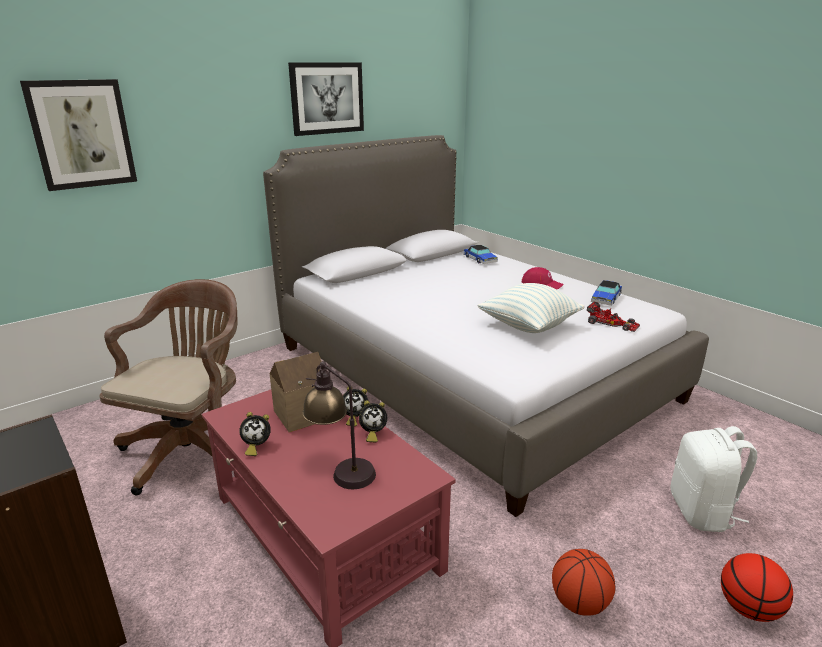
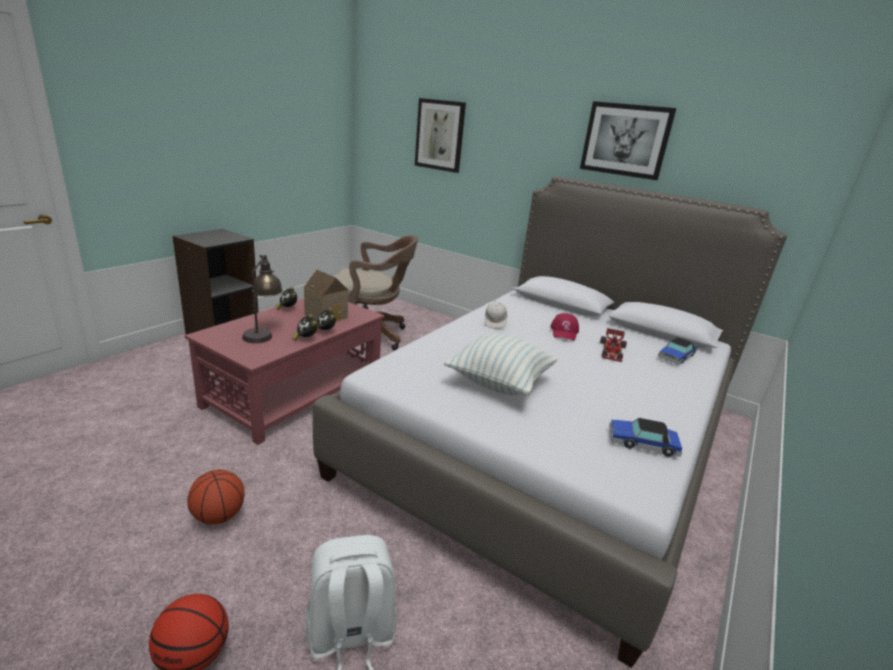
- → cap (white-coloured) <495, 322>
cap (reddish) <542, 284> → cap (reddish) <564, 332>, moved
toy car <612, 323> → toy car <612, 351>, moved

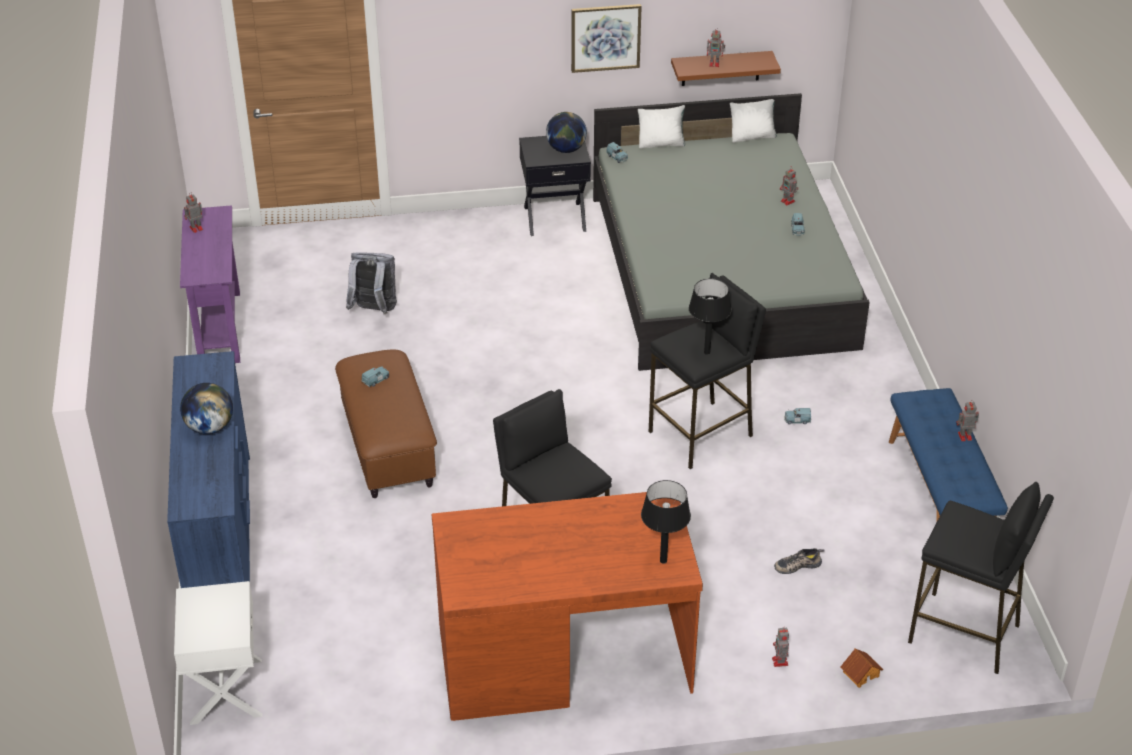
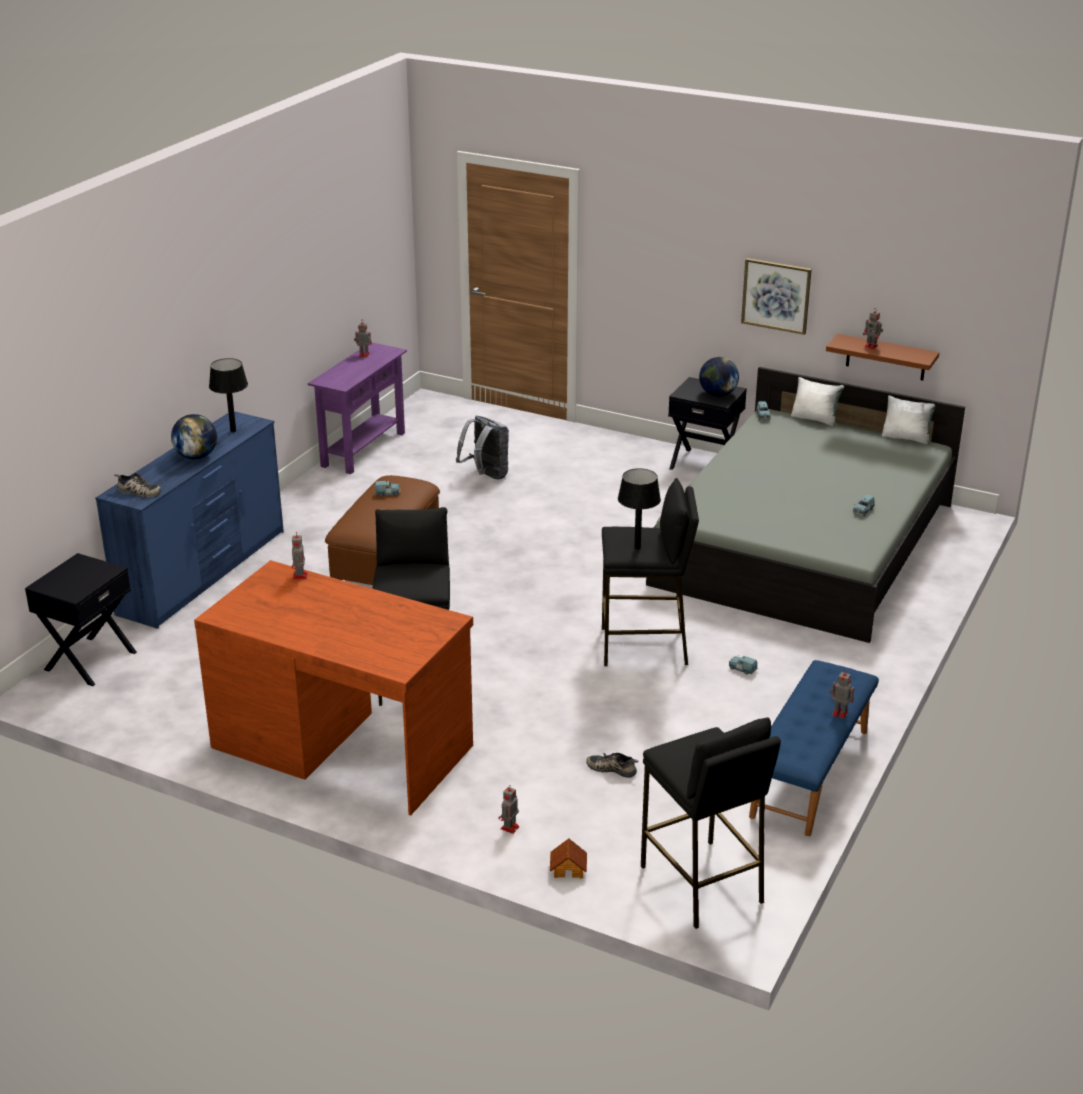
nightstand (white-coloured) <225, 691> → nightstand (black-coloured) <89, 660>
- → low shoe <138, 492>
table lamp (black-coloured) <663, 560> → table lamp (black-coloured) <233, 431>, moved
model robot <788, 201> → model robot <300, 576>, moved

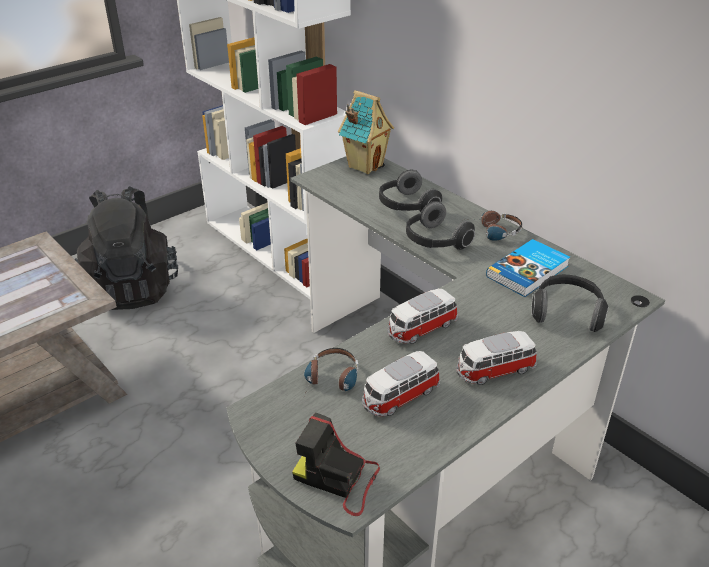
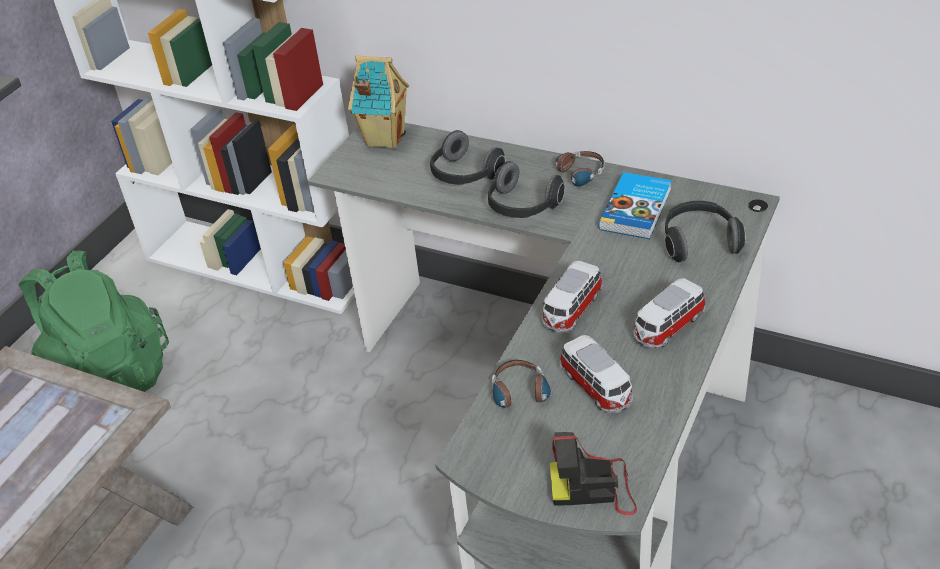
knapsack (black-coloured) <133, 287> → knapsack (greenish) <107, 376>
toy car <399, 397> → toy car <597, 387>, 60 degrees counterclockwise

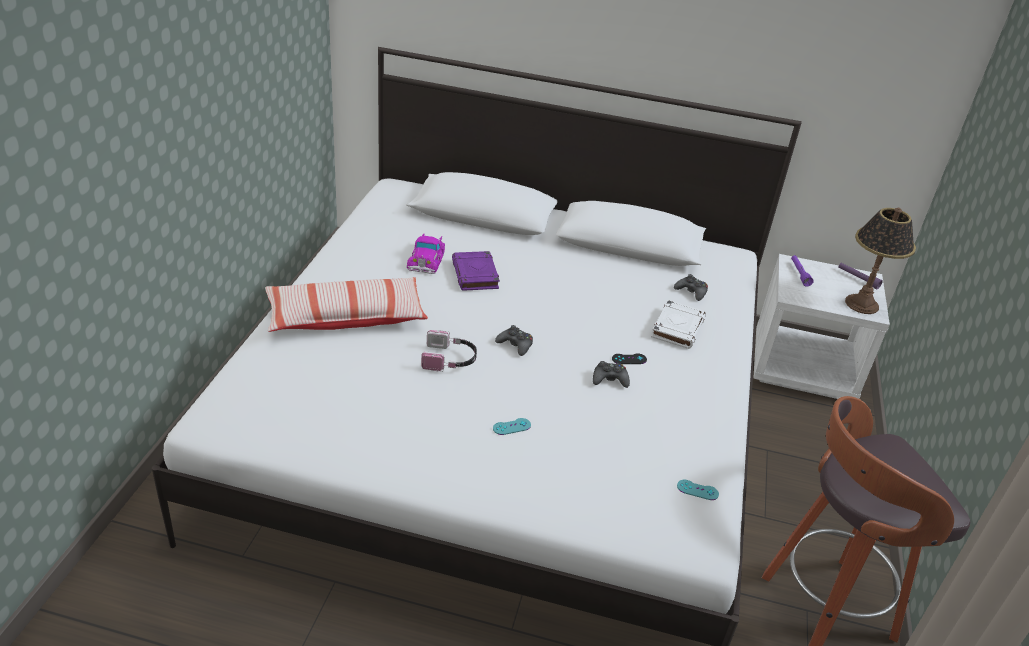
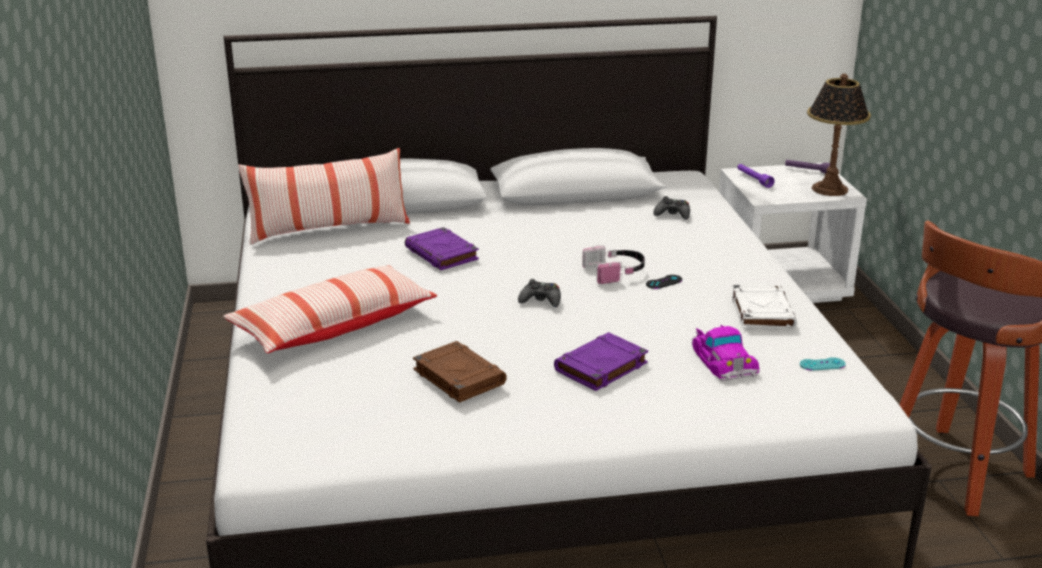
- → cushion <328, 229>
- → volume (brown) <458, 376>
game controller (turquoise-coloured) <512, 426> → volume (purple) <600, 367>
pair of headphones <449, 359> → pair of headphones <616, 272>, moved
toy car <426, 258> → toy car <723, 359>, moved
volume (white-coloured) <677, 328> → volume (white-coloured) <761, 312>, moved
game controller (black-coloured) <610, 379> → -

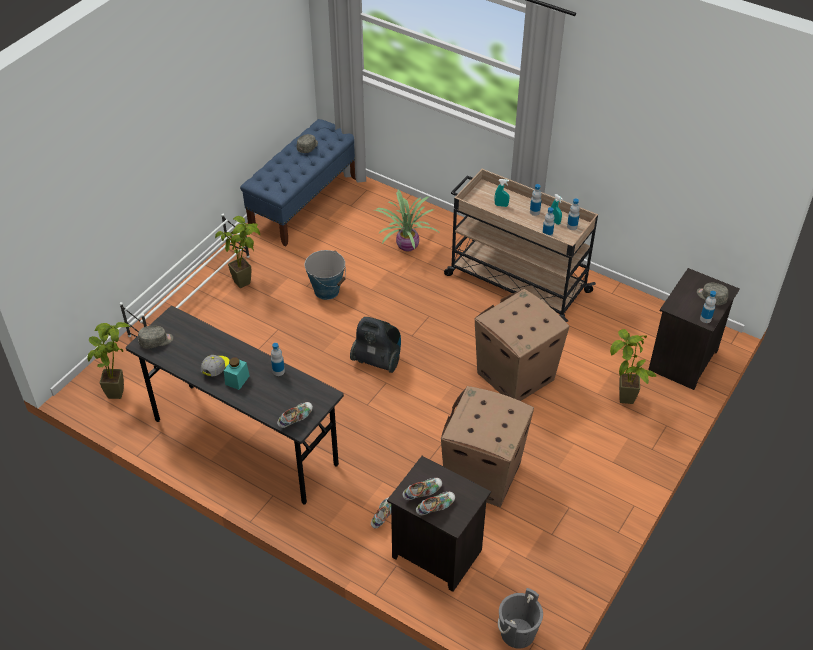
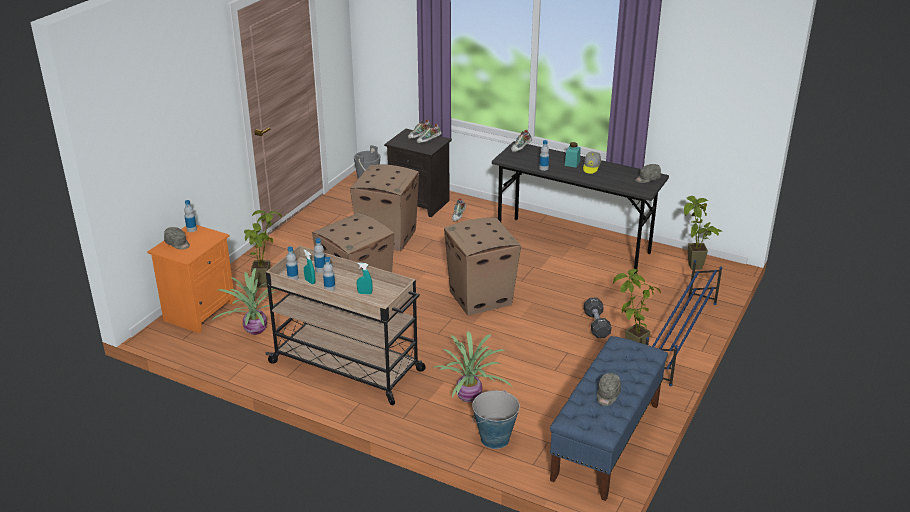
nightstand (black-coloured) <684, 361> → nightstand (orange-coloured) <199, 311>
- → potted plant <254, 330>
vacuum <377, 360> → packing box <480, 298>
pail <327, 290> → pail <494, 439>, moved
- → free weight (black-coloured) <596, 325>
shoe shelf (white-coloured) <191, 294> → shoe shelf (blue-coloured) <680, 339>

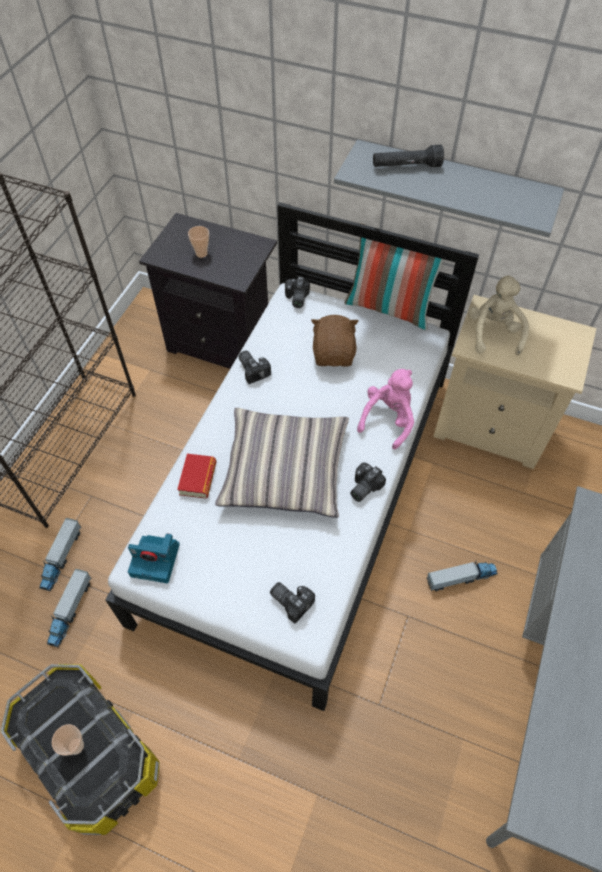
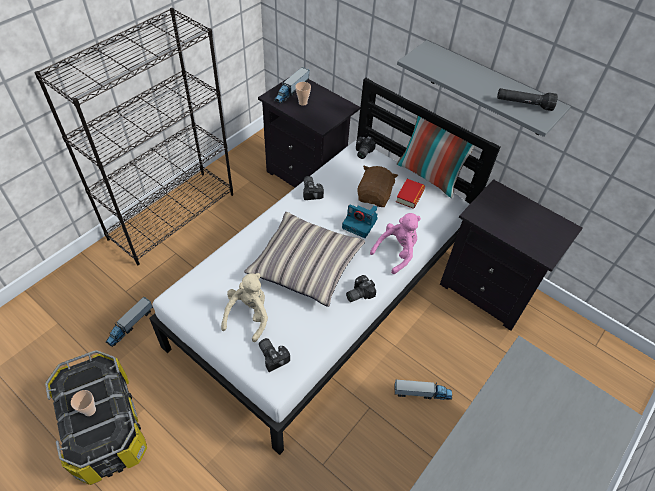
cuddly toy (sand-coloured) <493, 333> → cuddly toy (sand-coloured) <248, 315>, moved
toy lorry <61, 558> → toy lorry <291, 91>, moved
still camera <156, 559> → still camera <360, 224>, moved
volume <198, 478> → volume <410, 196>, moved
nightstand (sand-coloured) <491, 426> → nightstand (black-coloured) <488, 290>
hand torch (black-coloured) <406, 166> → hand torch (black-coloured) <523, 104>, moved

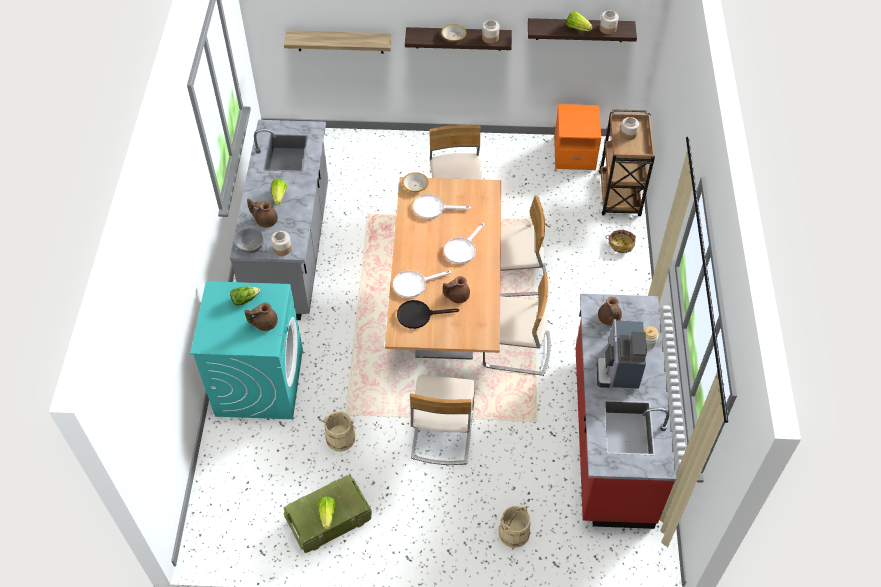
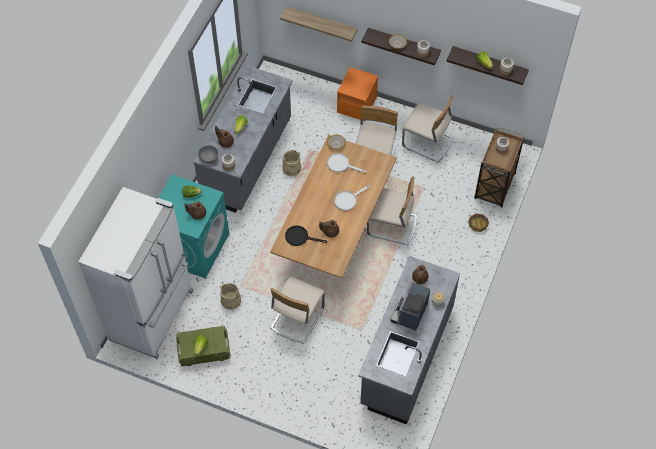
- → kitchen fridge (white-coloured) <153, 315>
pail (sand-coloured) <514, 533> → pail (sand-coloured) <291, 168>, moved
nightstand (orange-coloured) <574, 154> → nightstand (orange-coloured) <357, 105>, moved
counter (reddish) <610, 437> → counter (greyish) <406, 356>
upright chair (sand-coloured) <516, 350> → upright chair (sand-coloured) <427, 142>, moved
skillet (white-coloured) <414, 284> → -

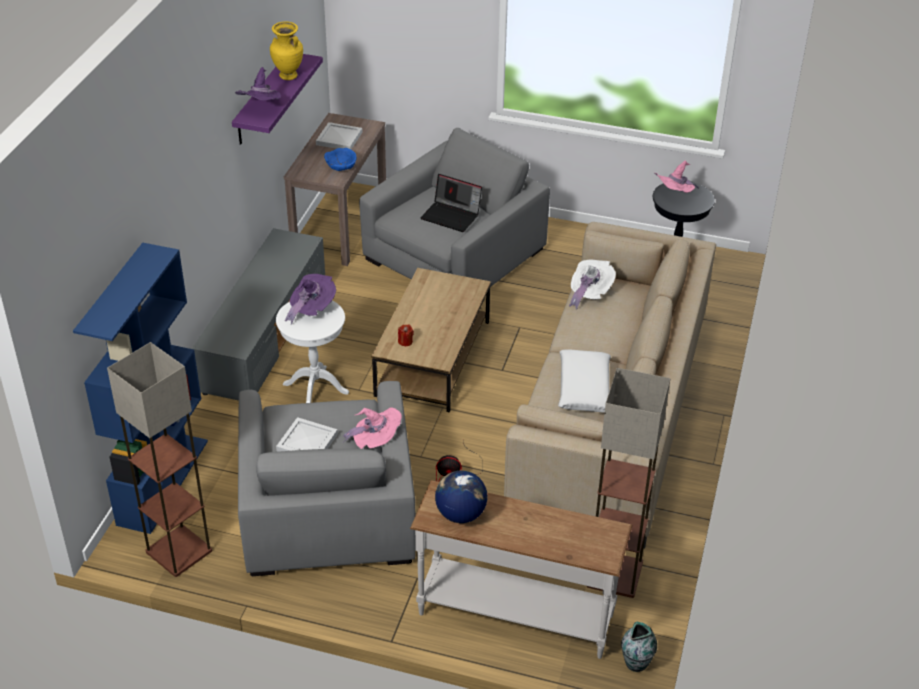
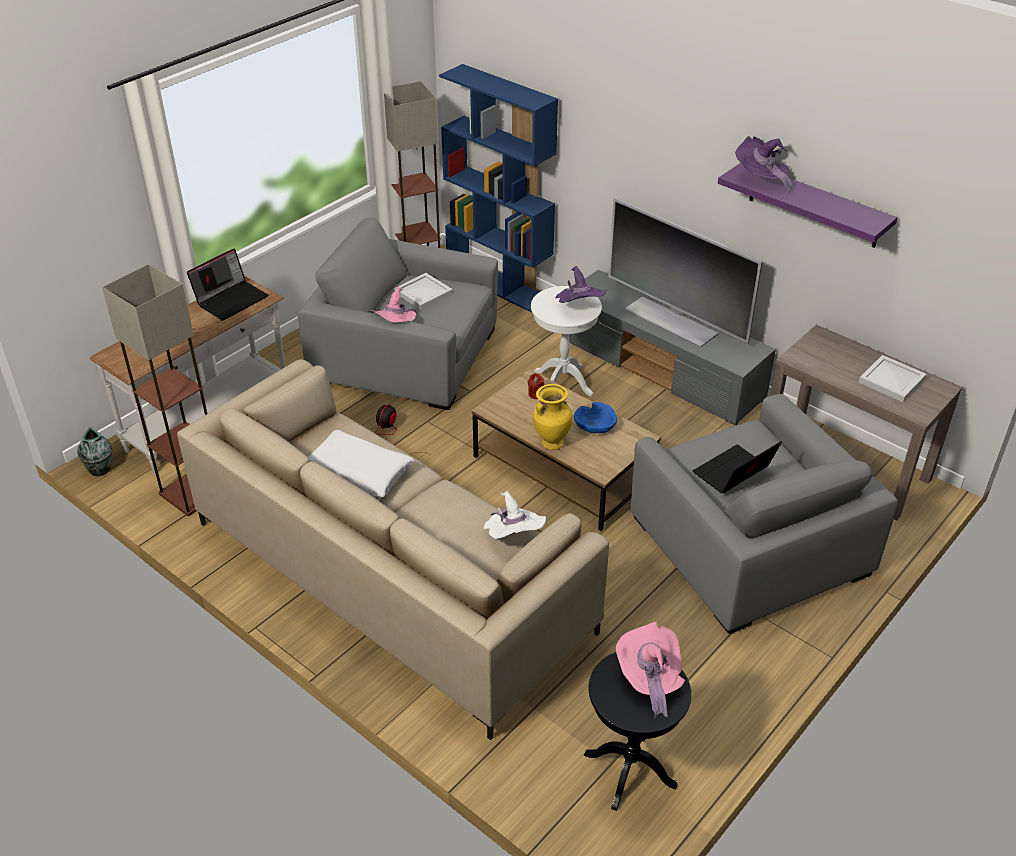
globe <460, 514> → notebook computer <231, 299>
decorative vase (yellow) <288, 76> → decorative vase (yellow) <551, 443>, moved
bowl (blue-coloured) <341, 166> → bowl (blue-coloured) <595, 426>, moved
- → TV set <671, 320>

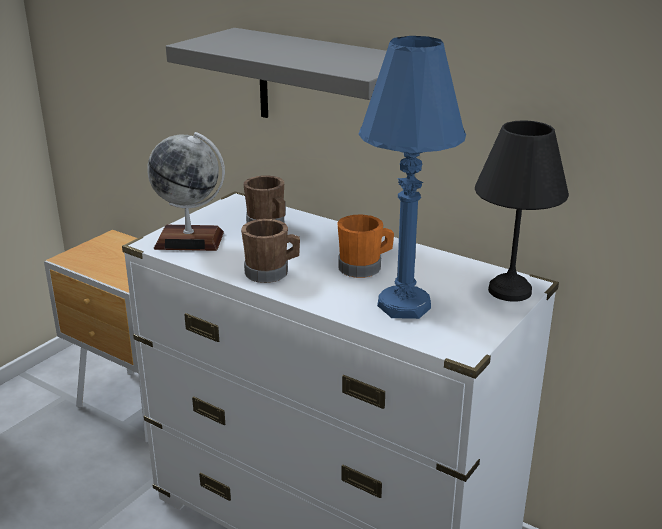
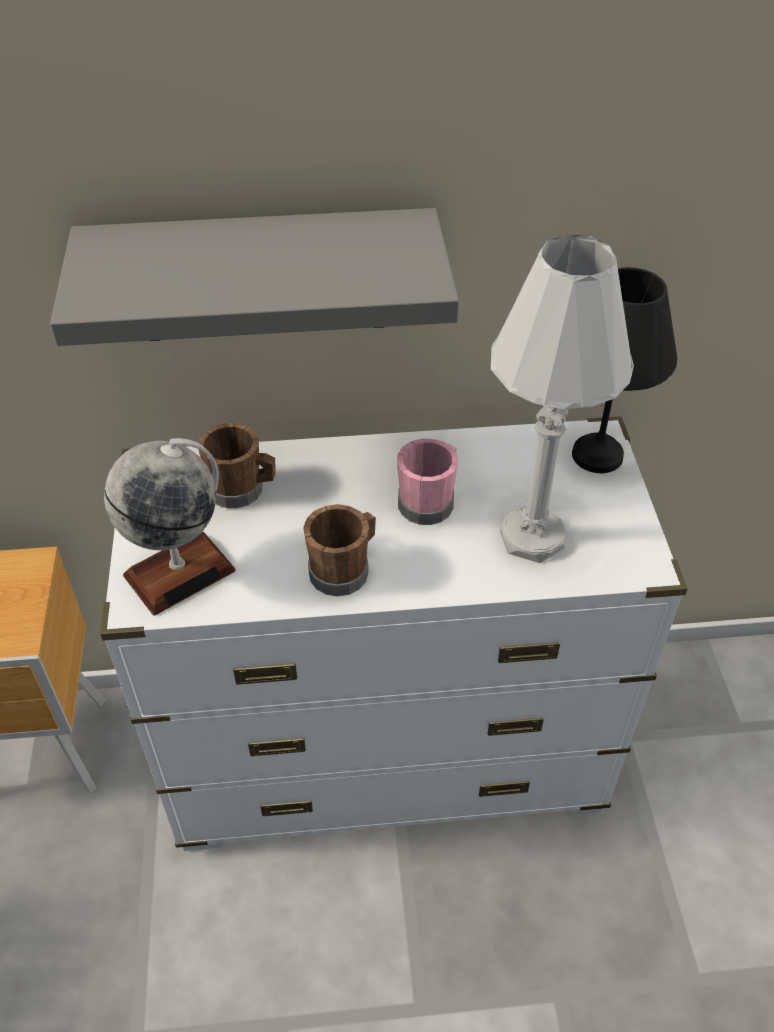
mug (orange-coloured) <364, 267> → mug (pink) <429, 501>
table lamp (blue-coloured) <404, 306> → table lamp (white-coloured) <532, 538>

